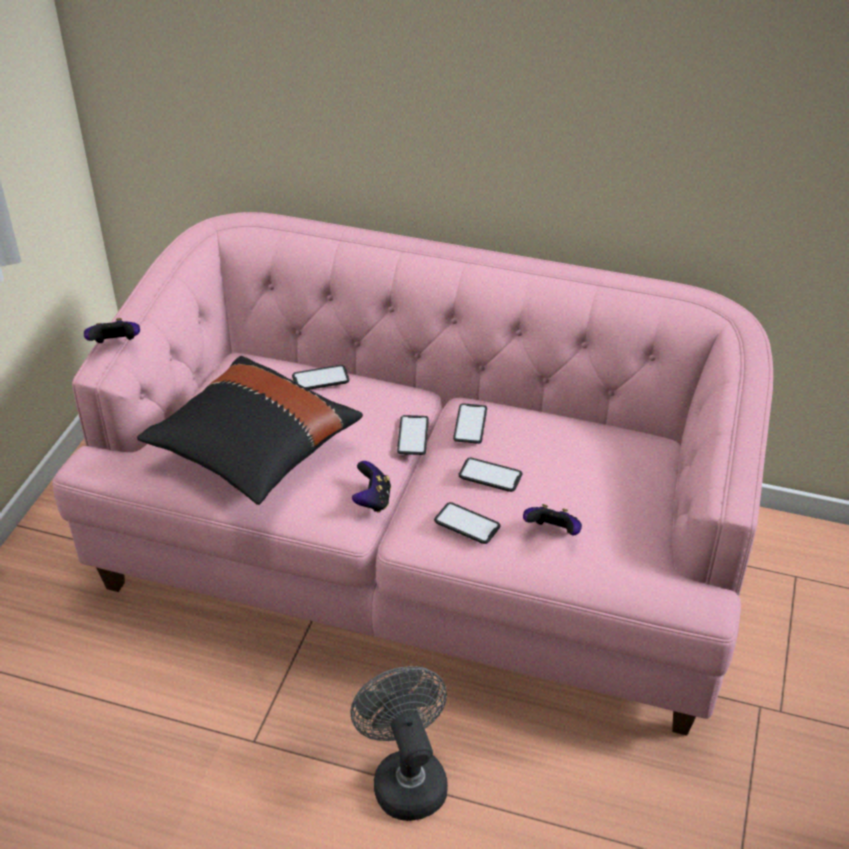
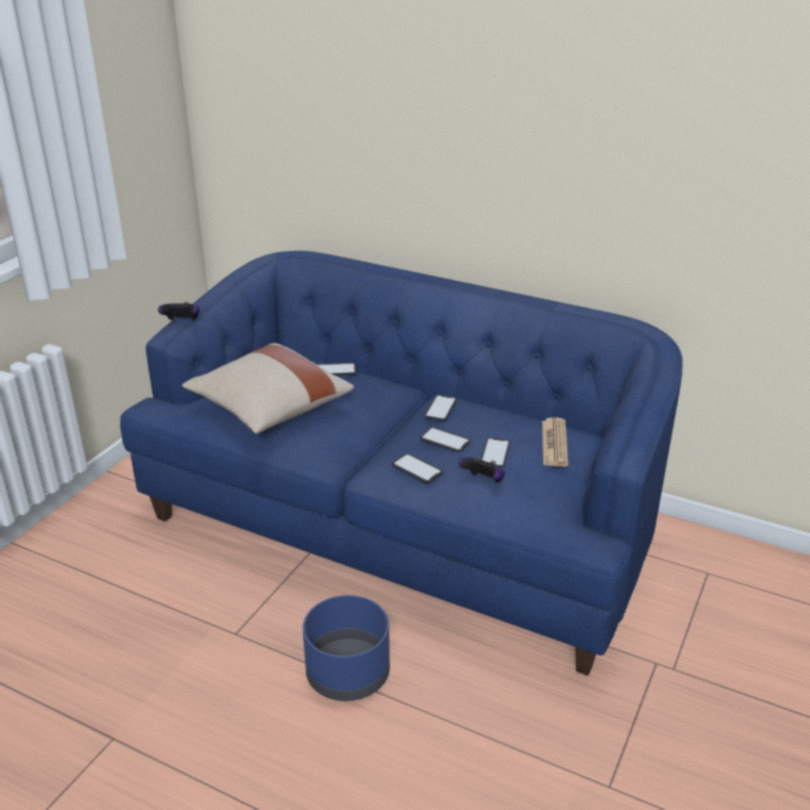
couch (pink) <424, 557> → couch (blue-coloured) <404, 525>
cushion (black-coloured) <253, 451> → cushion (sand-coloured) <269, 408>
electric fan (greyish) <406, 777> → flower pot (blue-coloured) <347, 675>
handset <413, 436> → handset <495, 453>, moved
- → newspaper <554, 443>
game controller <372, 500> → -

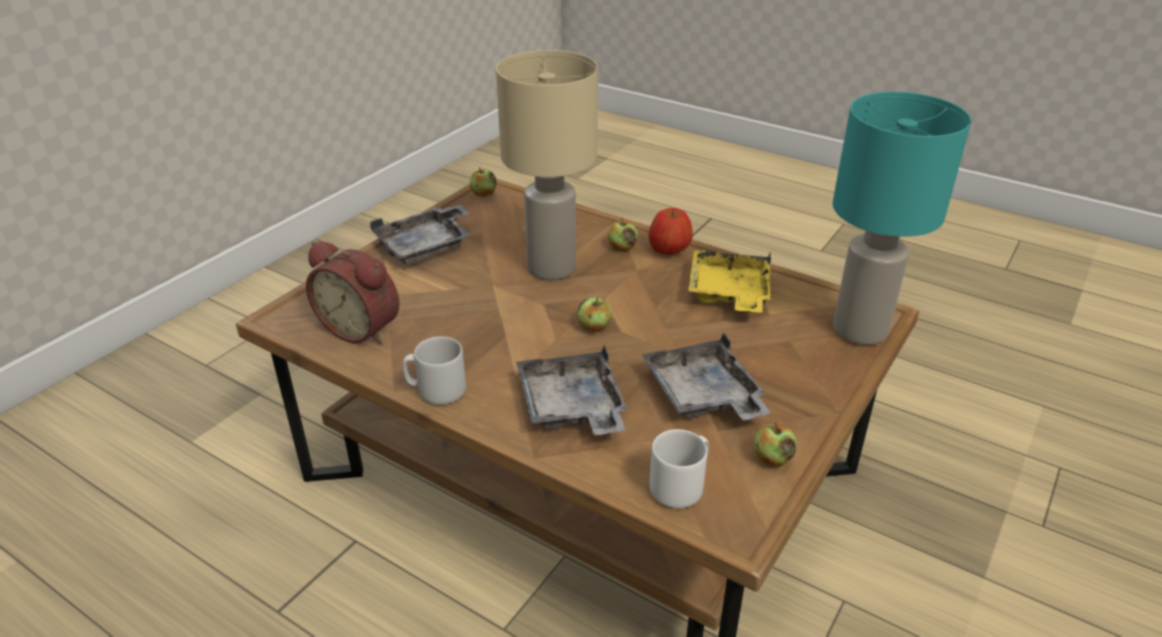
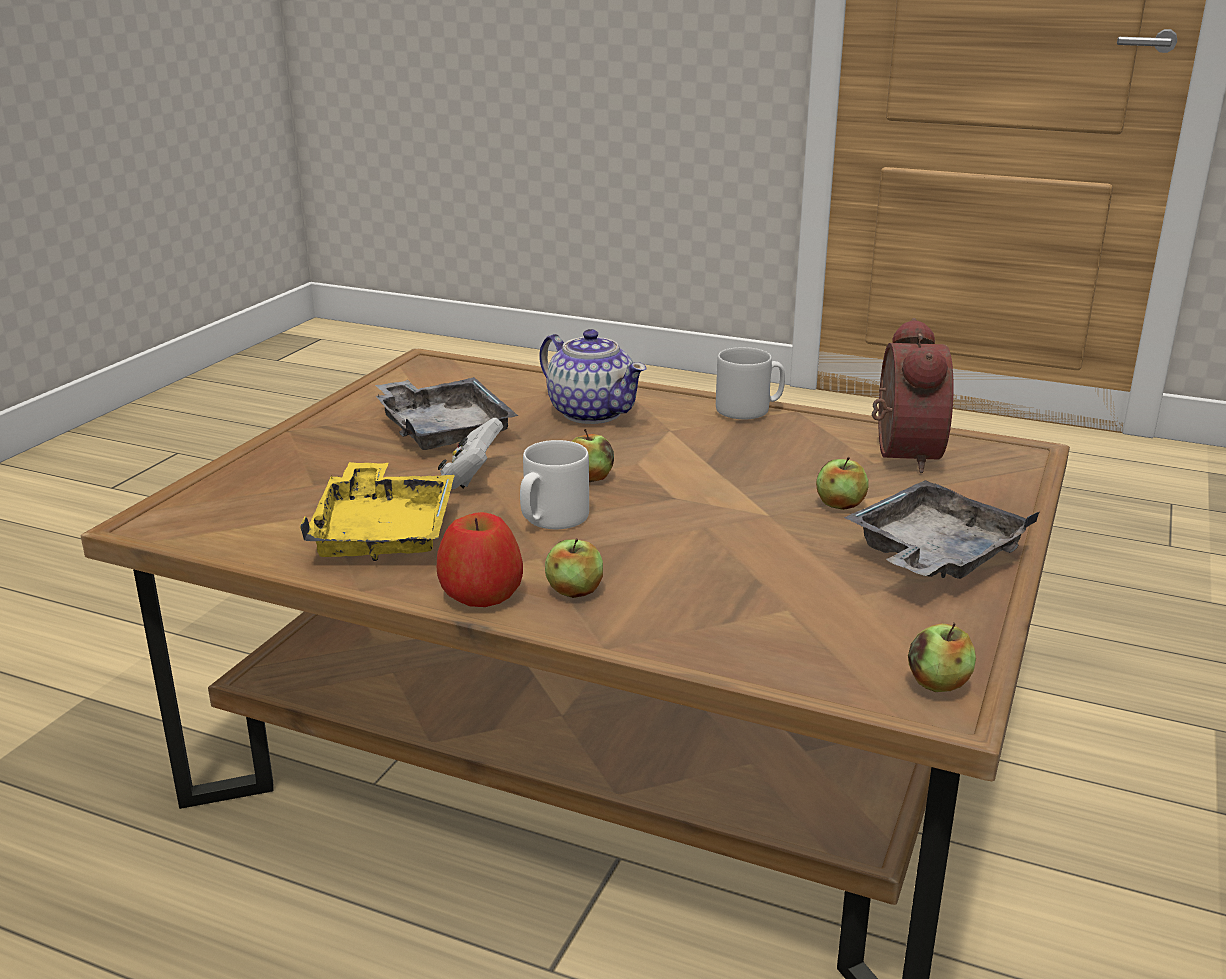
- → game controller (white-coloured) <471, 478>
mug (white-coloured) <681, 486> → mug (white-coloured) <551, 519>, moved
tray (greyish) <572, 408> → tea pot <591, 412>
apple <772, 458> → apple <840, 505>, moved
alarm clock <362, 328> → alarm clock <900, 454>, 75 degrees clockwise
table lamp (sand-coloured) <550, 269> → -
table lamp (turquoise-coloured) <860, 331> → -

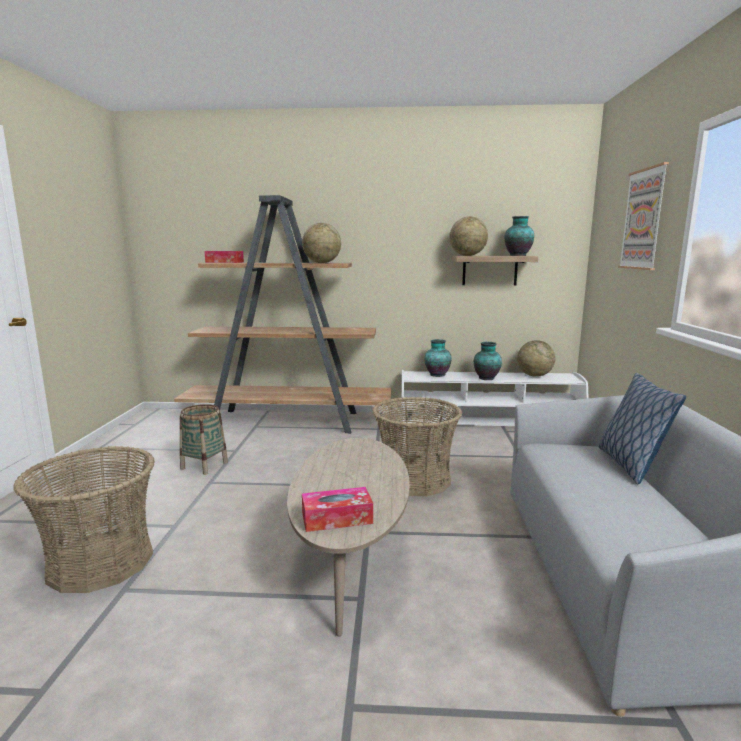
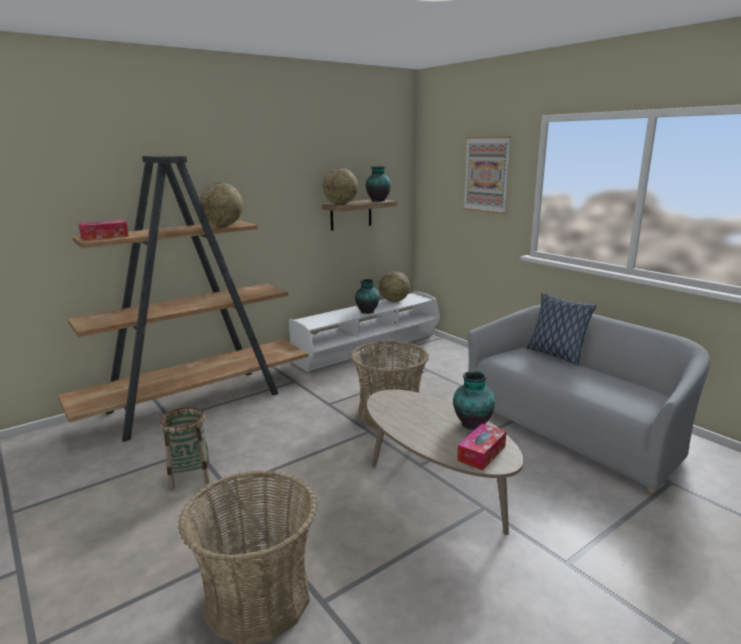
decorative vase <436, 375> → decorative vase <471, 424>, moved

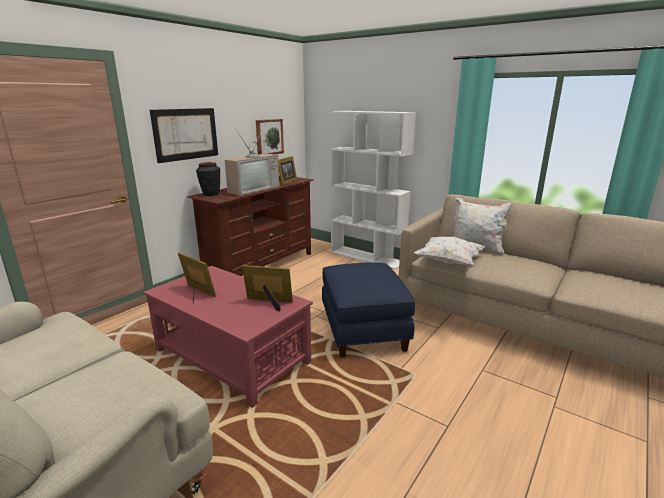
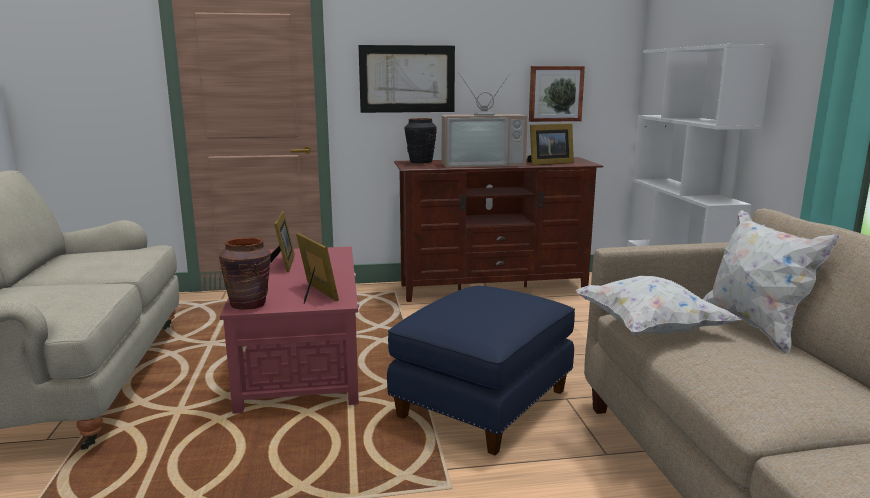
- → decorative vase (brown) <248, 304>

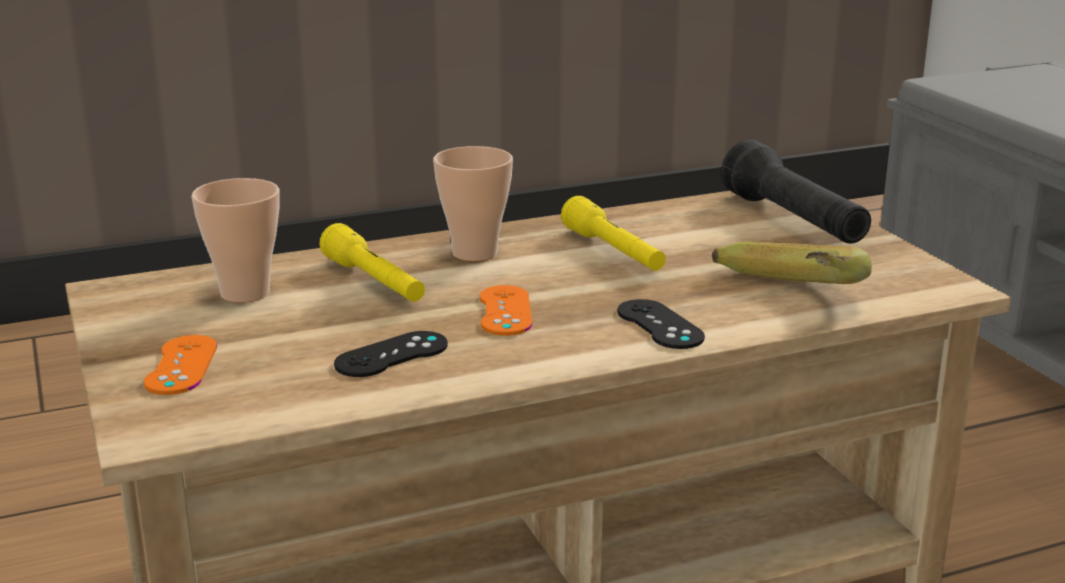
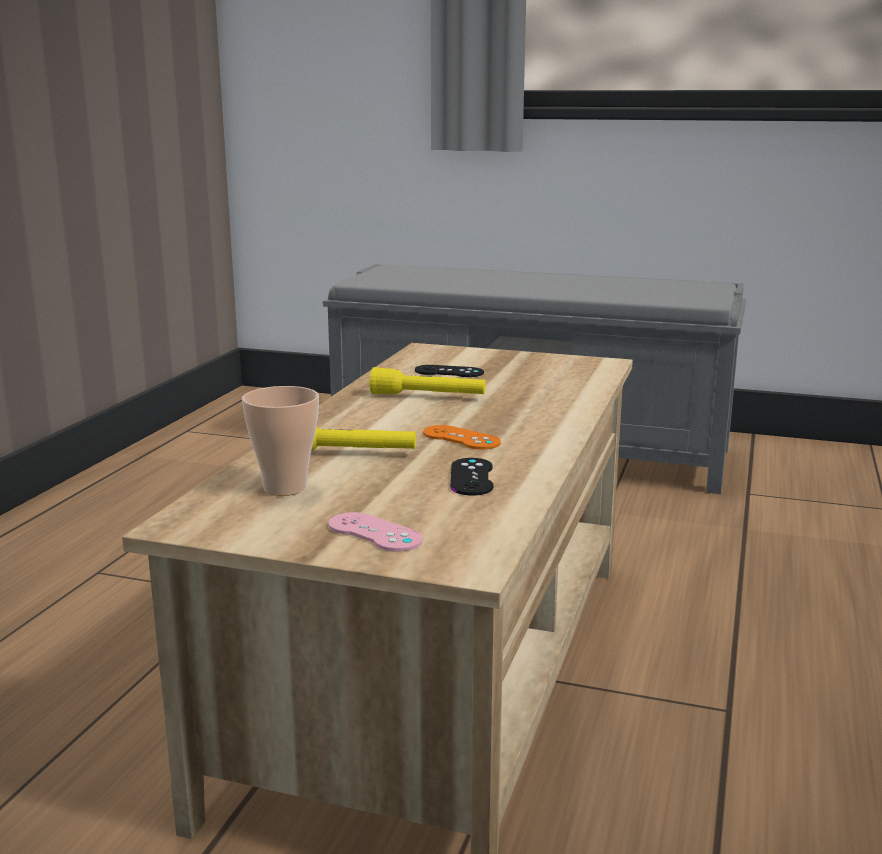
game controller (orange-coloured) <181, 365> → game controller (pink) <374, 532>
game controller (black-coloured) <659, 325> → game controller (black-coloured) <449, 372>, moved
drinking cup <474, 253> → -
banana <782, 301> → -
hand torch (black-coloured) <794, 222> → -

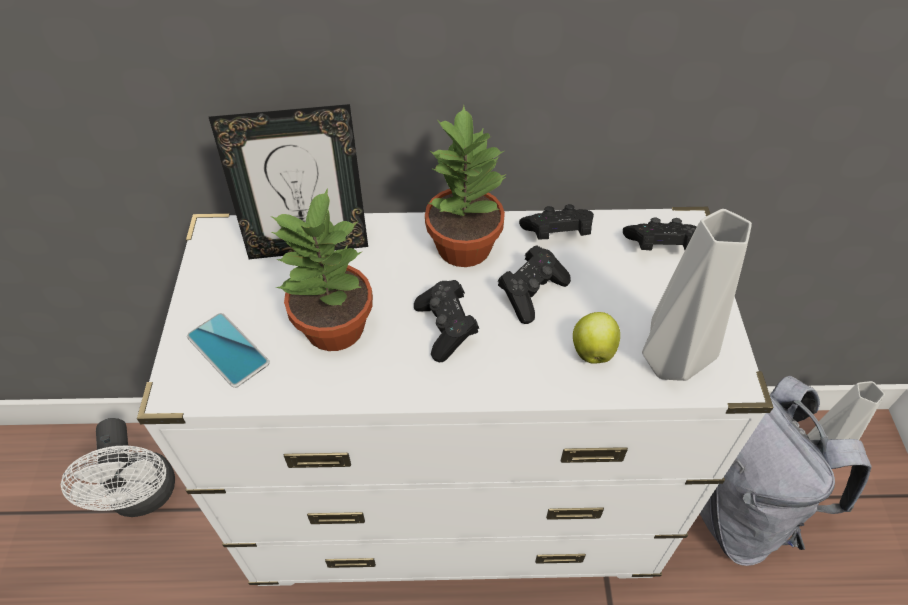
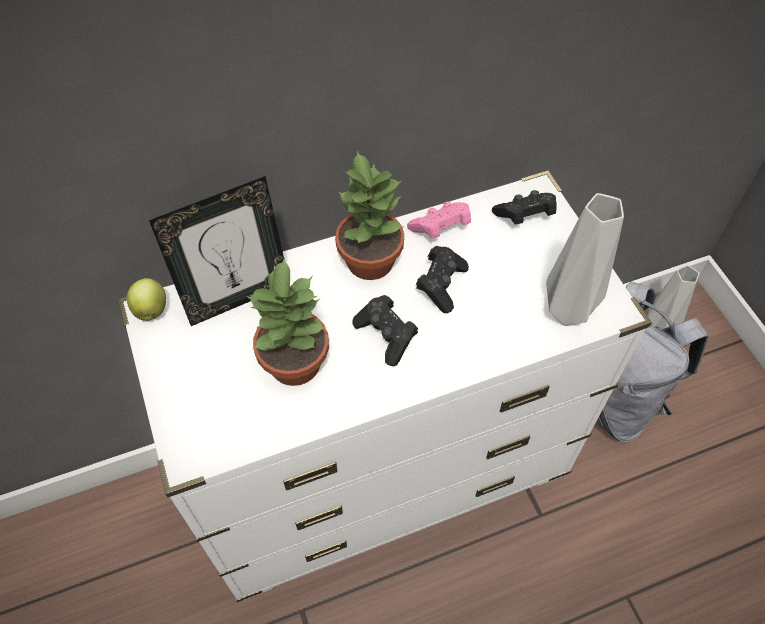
apple <592, 350> → apple <151, 309>, moved
game controller (black-coloured) <557, 234> → game controller (pink) <440, 228>
electric fan (white-coloured) <144, 497> → -
handset <228, 350> → -

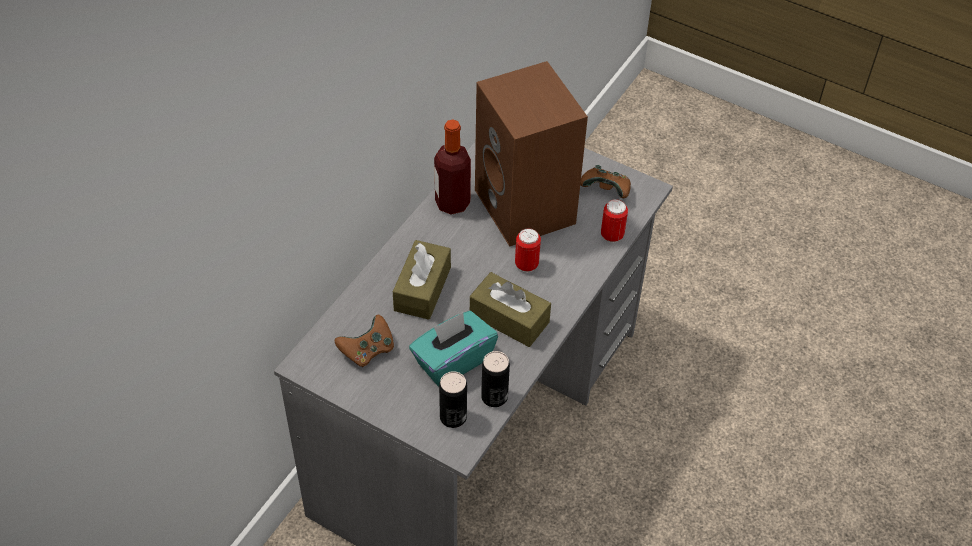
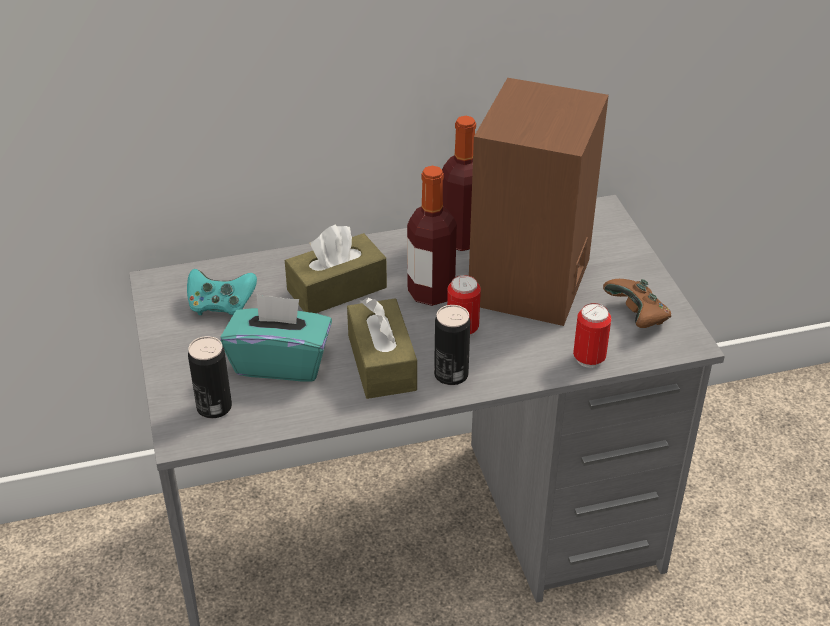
game controller (brown) <367, 351> → game controller (turquoise-coloured) <221, 306>
- → drink bottle <431, 293>
can <494, 397> → can <451, 375>, moved

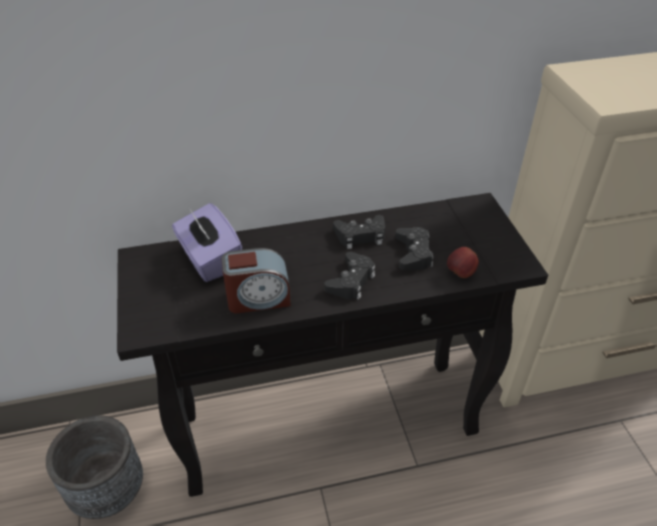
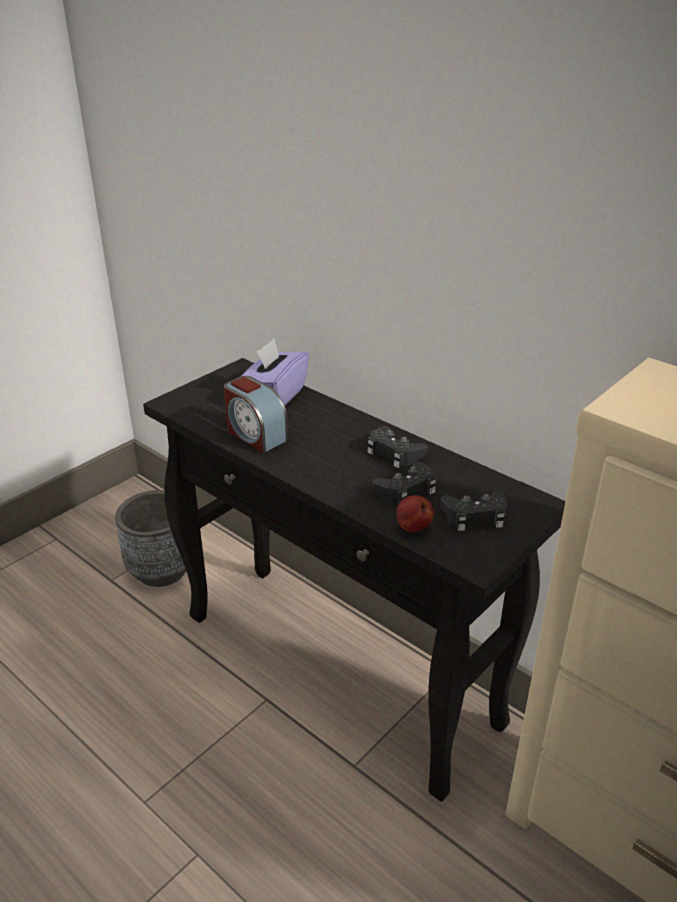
game controller (black-coloured) <351, 281> → game controller (black-coloured) <475, 516>, moved

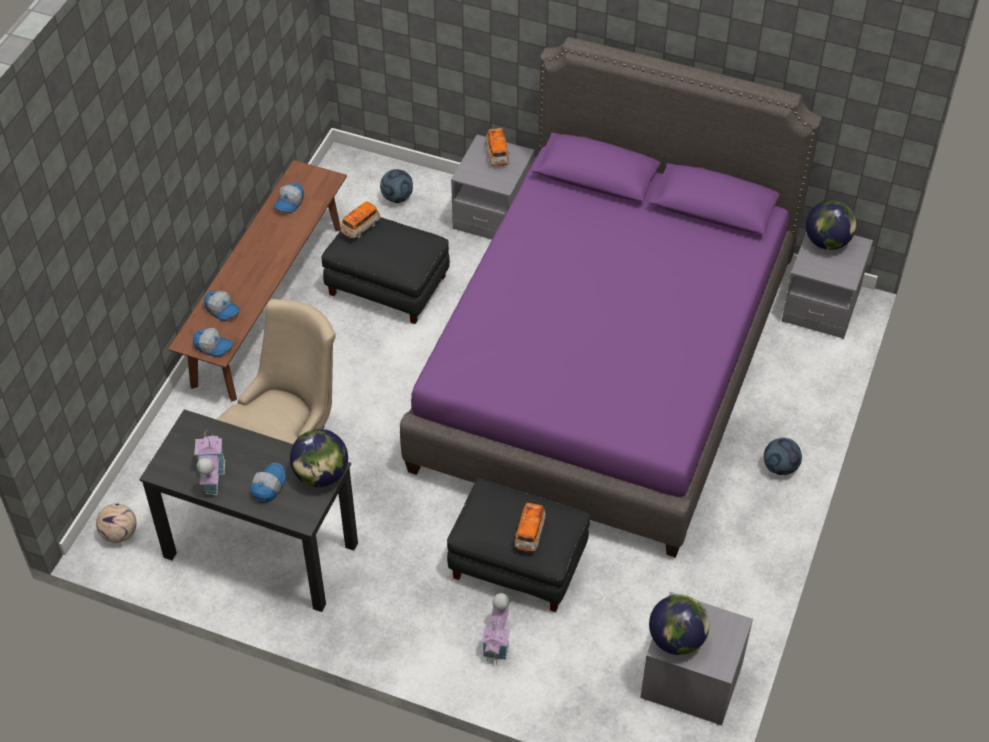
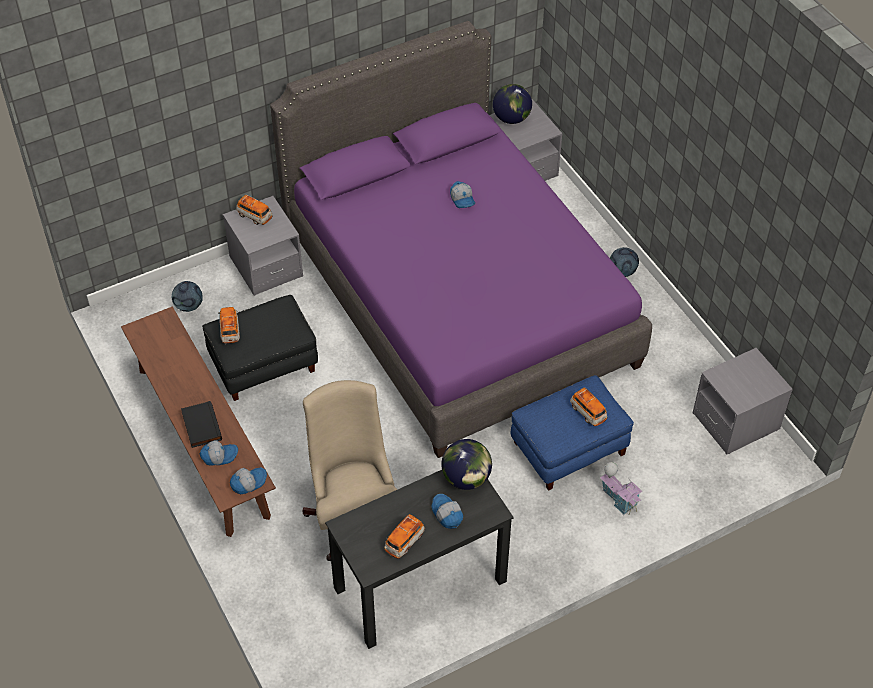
- → volume (black-coloured) <200, 426>
model house <211, 476> → toy car <404, 542>
cap <290, 203> → cap <463, 199>, moved
ottoman (black-coloured) <519, 562> → ottoman (blue-coloured) <569, 447>
ball for football <119, 533> → -
globe <677, 639> → -

